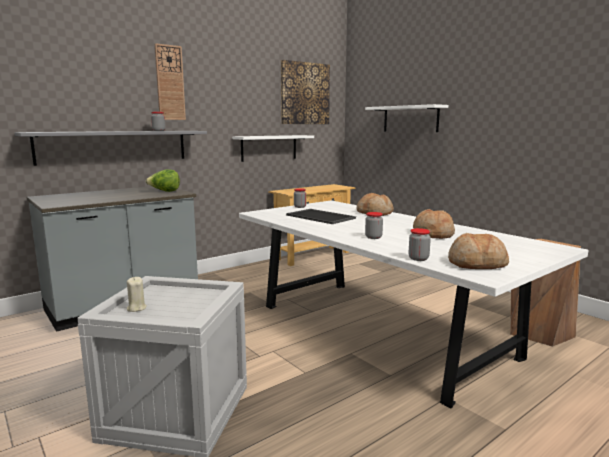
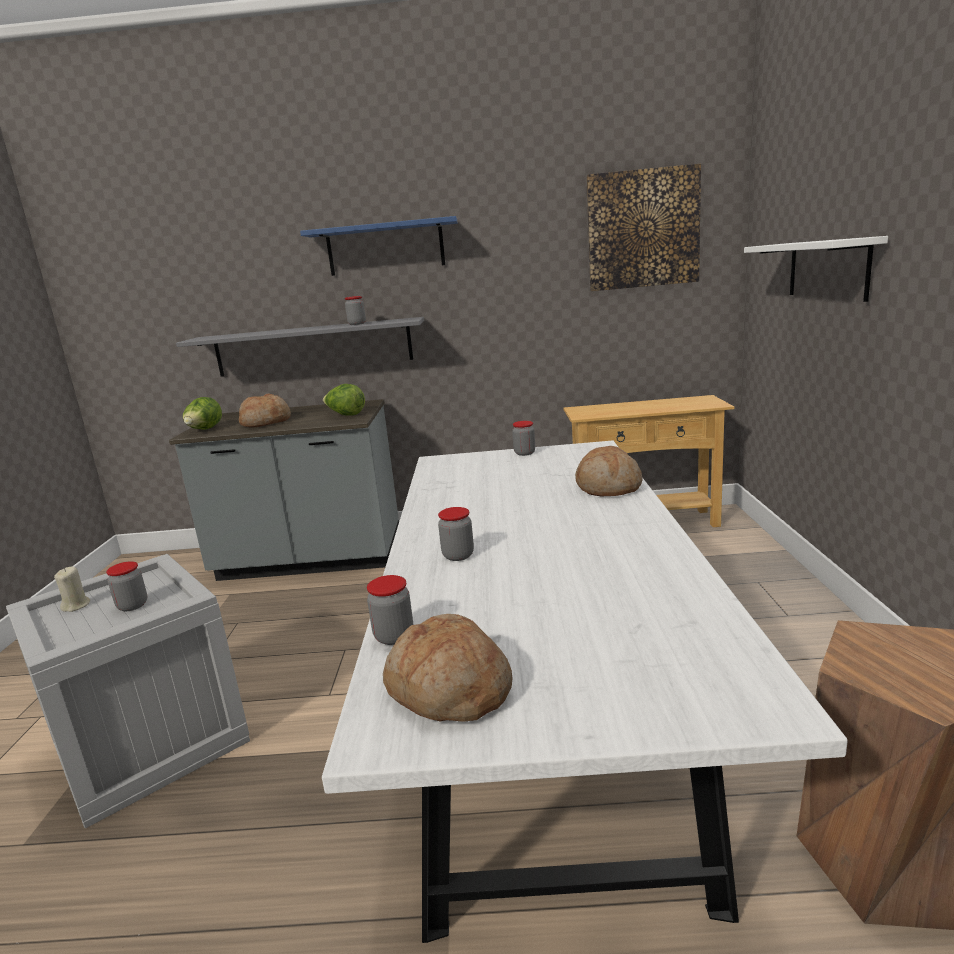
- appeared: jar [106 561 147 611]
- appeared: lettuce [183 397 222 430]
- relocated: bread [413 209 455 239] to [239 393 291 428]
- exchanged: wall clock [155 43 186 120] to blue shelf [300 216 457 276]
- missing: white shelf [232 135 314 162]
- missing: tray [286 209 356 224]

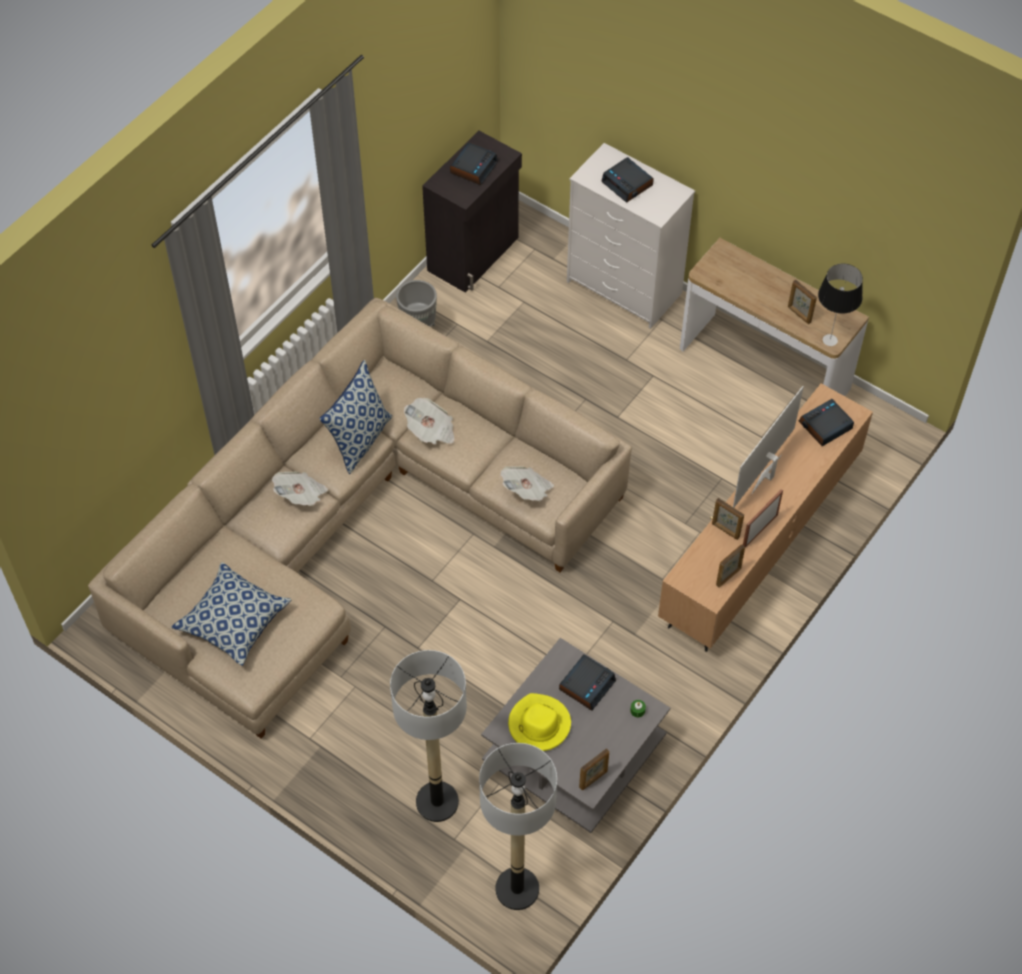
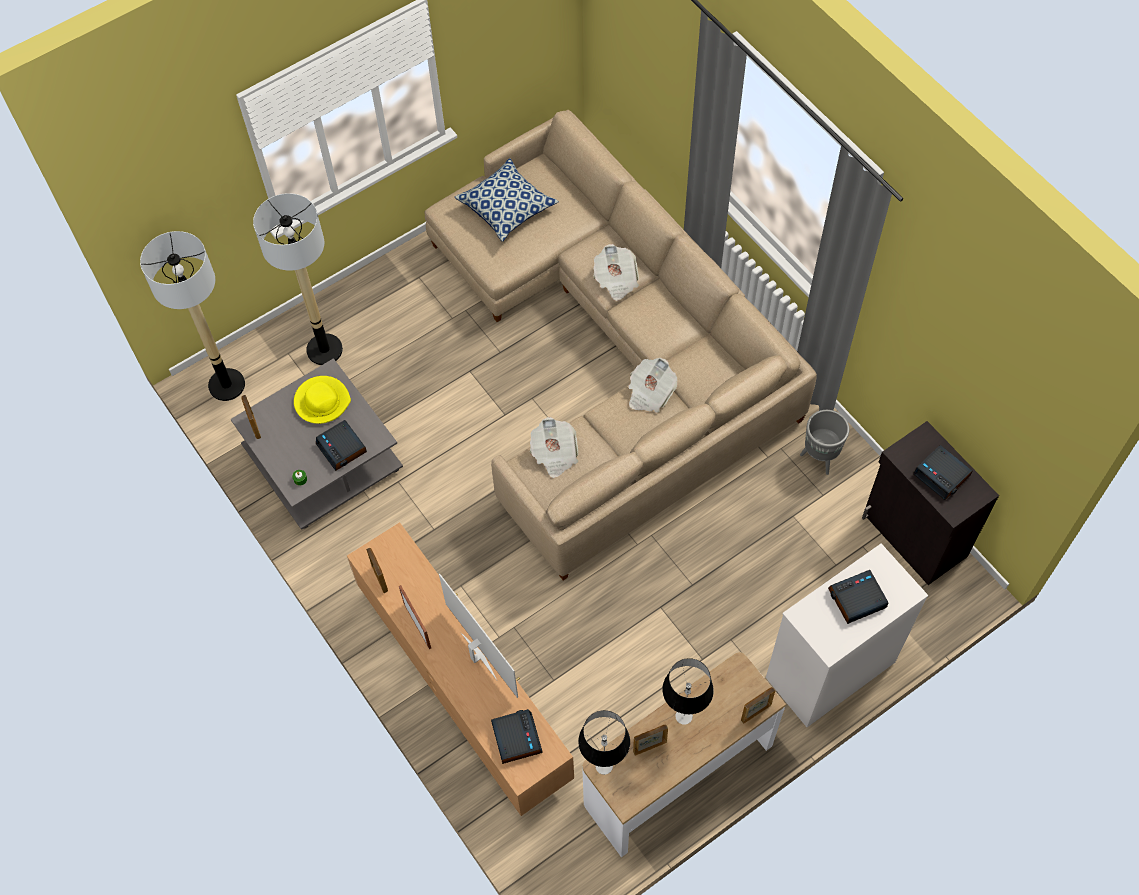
- appeared: table lamp [662 658 714 725]
- relocated: picture frame [712 498 744 540] to [741 687 775 724]
- missing: pillow [319 360 392 474]

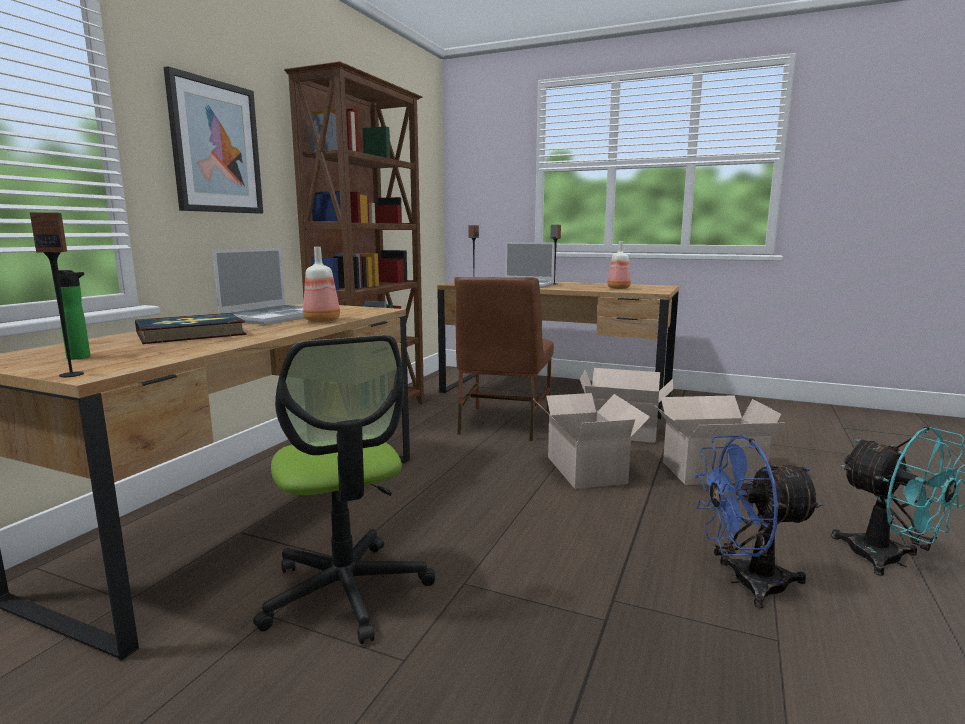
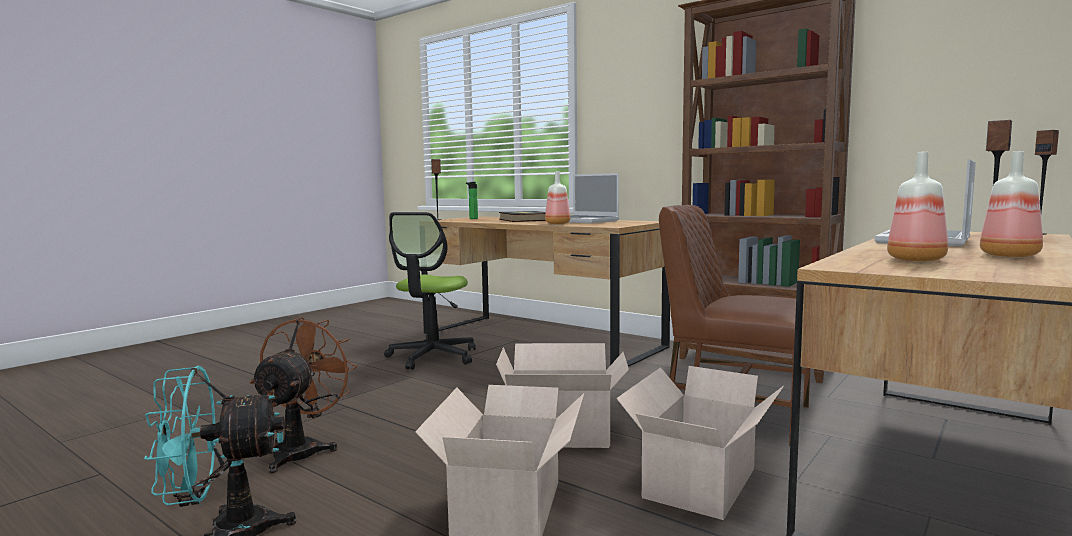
- colour: blue fan [694 435 823 608] to brown fan [250 317 358 473]
- spun: office chair [253 335 435 644] = [384 212 476 370] 60 degrees counterclockwise
- appeared: bottle [980 151 1043 257]
- missing: picture [164 66 263 214]

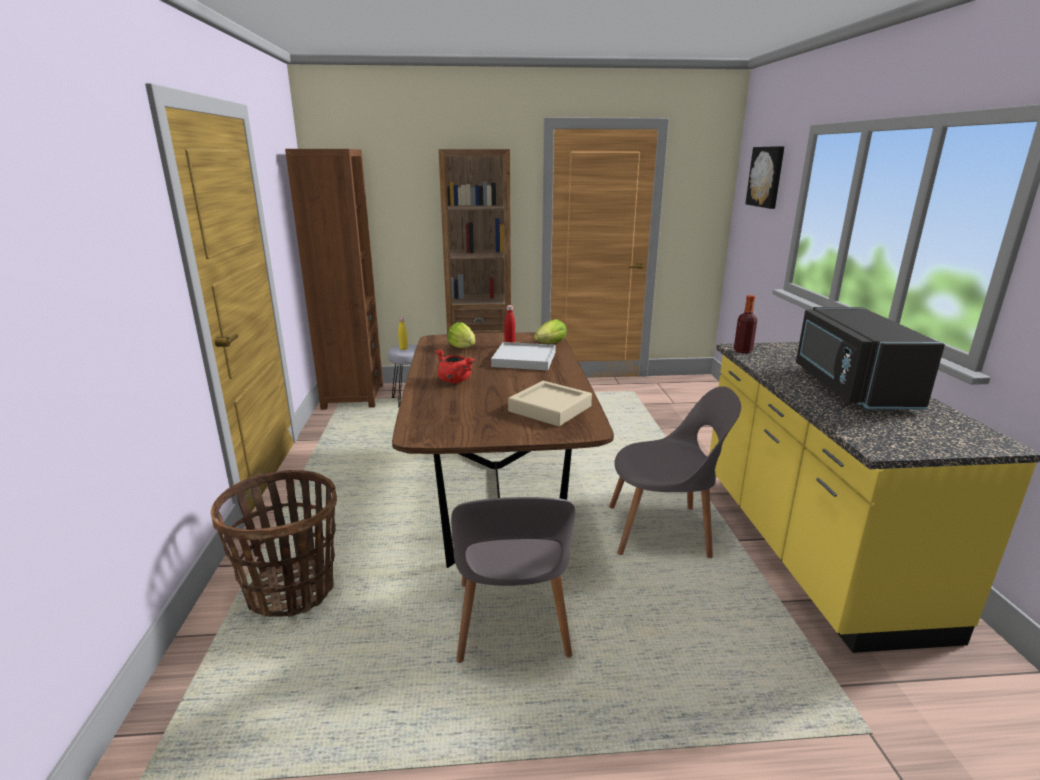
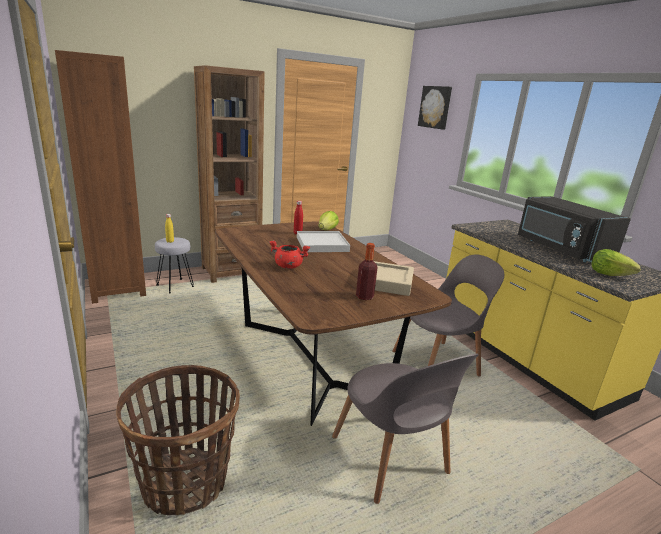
- relocated: bottle [734 295 757 353] to [356 243 378 300]
- relocated: lettuce [448 322 476 348] to [592 249 641 276]

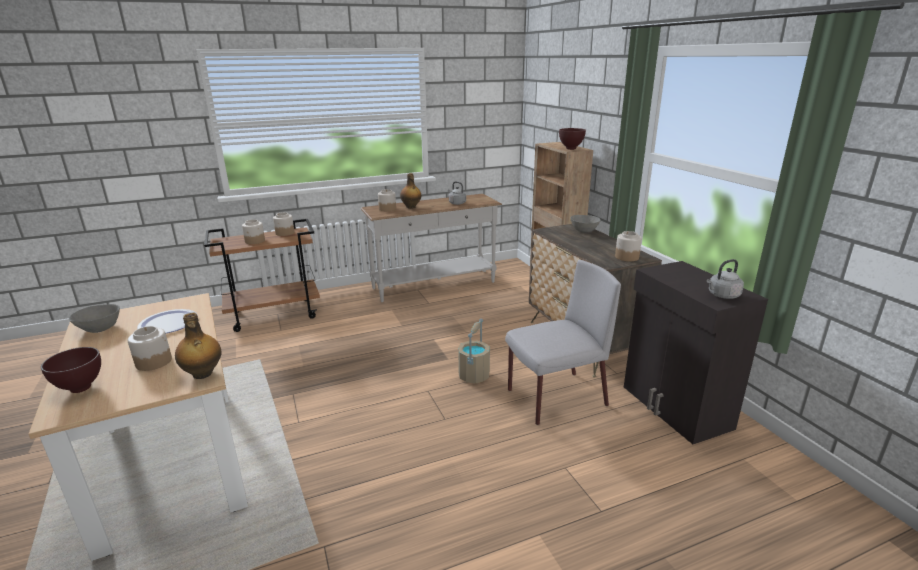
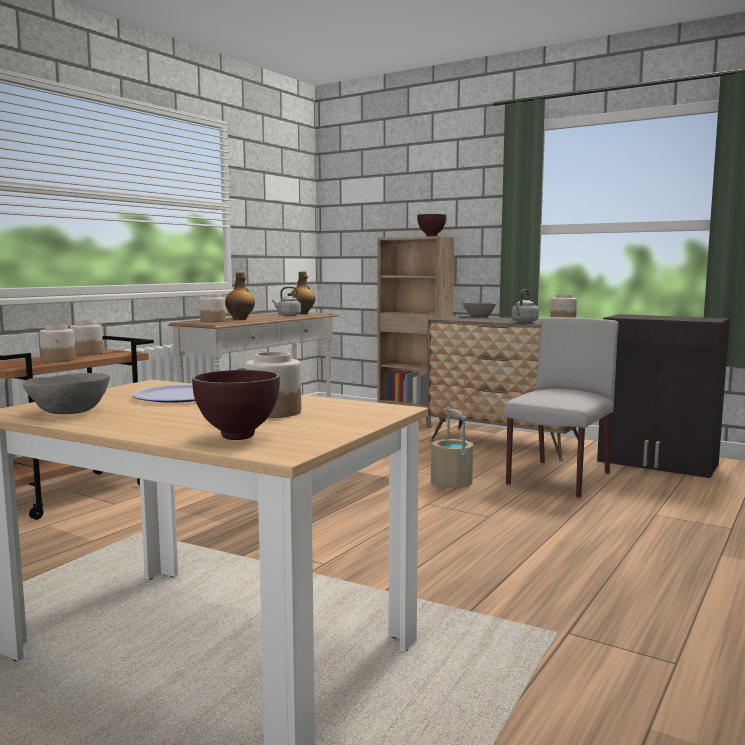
- relocated: bottle [175 313 222 379] to [291 271 315 314]
- relocated: grey kettle [707 259 744 299] to [512 289 539 323]

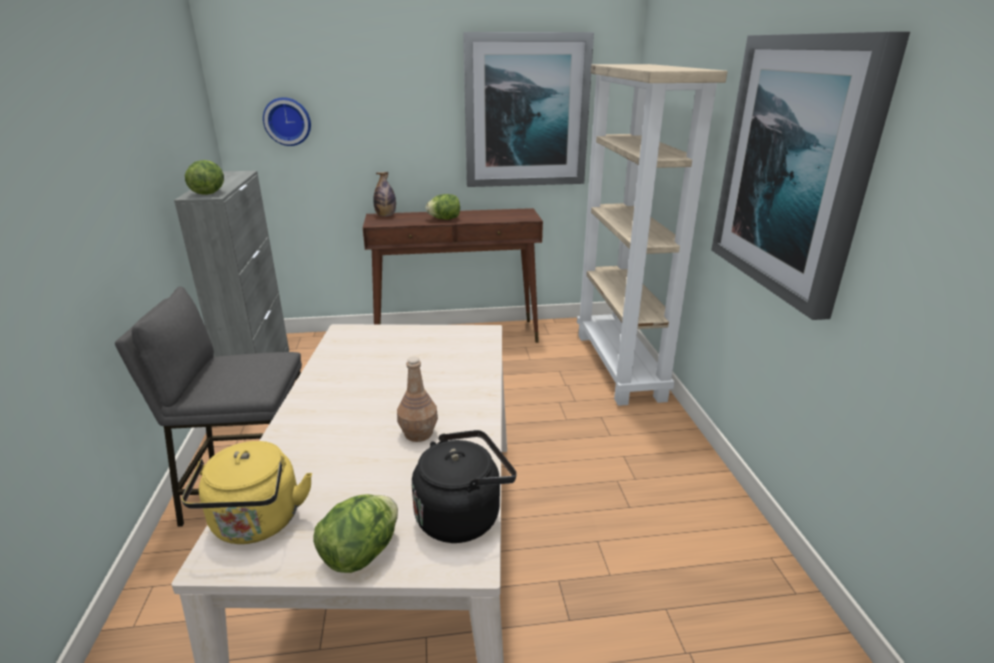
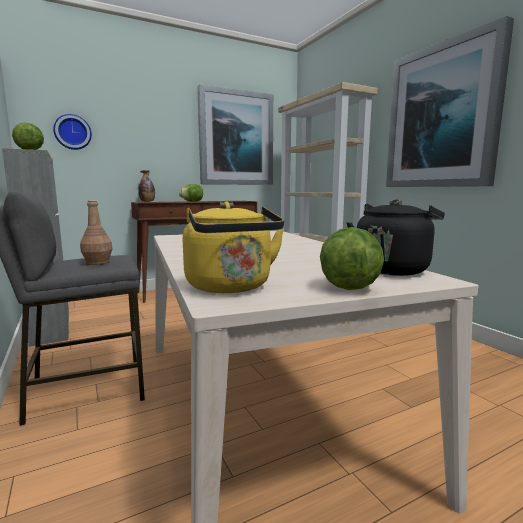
- relocated: brown bottle [397 357 438 442] to [80 200 112 265]

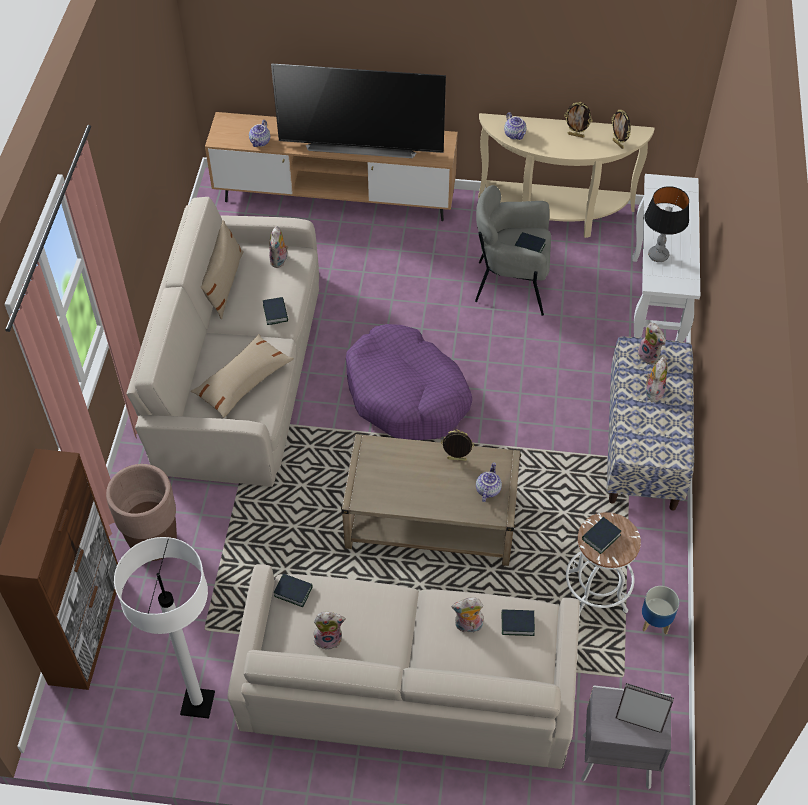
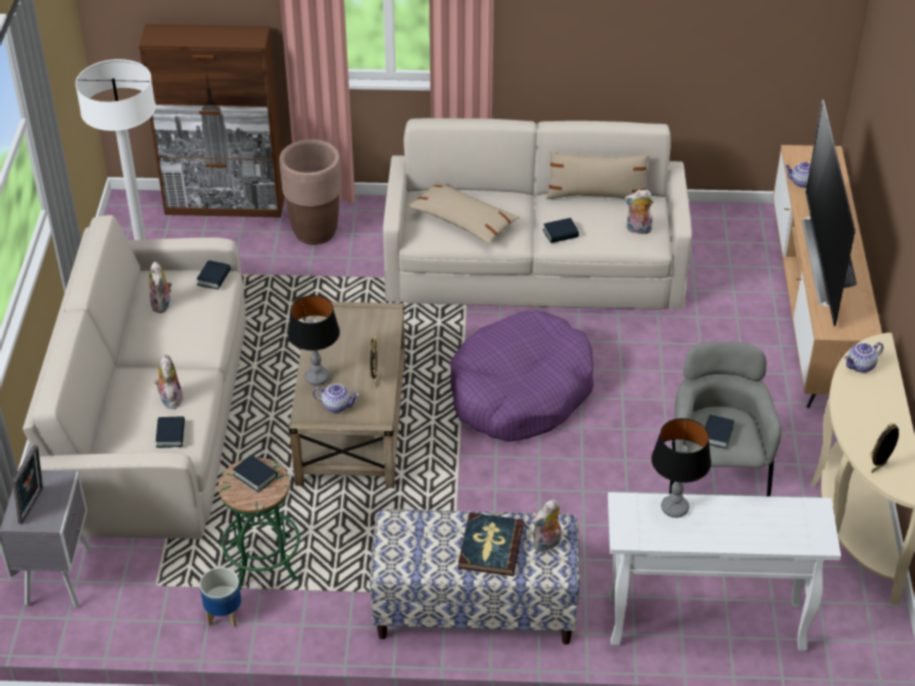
- colour: white stool [566 512 641 617] to green stool [218 458 300 589]
- appeared: table lamp [288 295 340 386]
- exchanged: plush toy [646 356 667 402] to book [458 513 524 576]
- missing: picture frame [564 102 592 138]

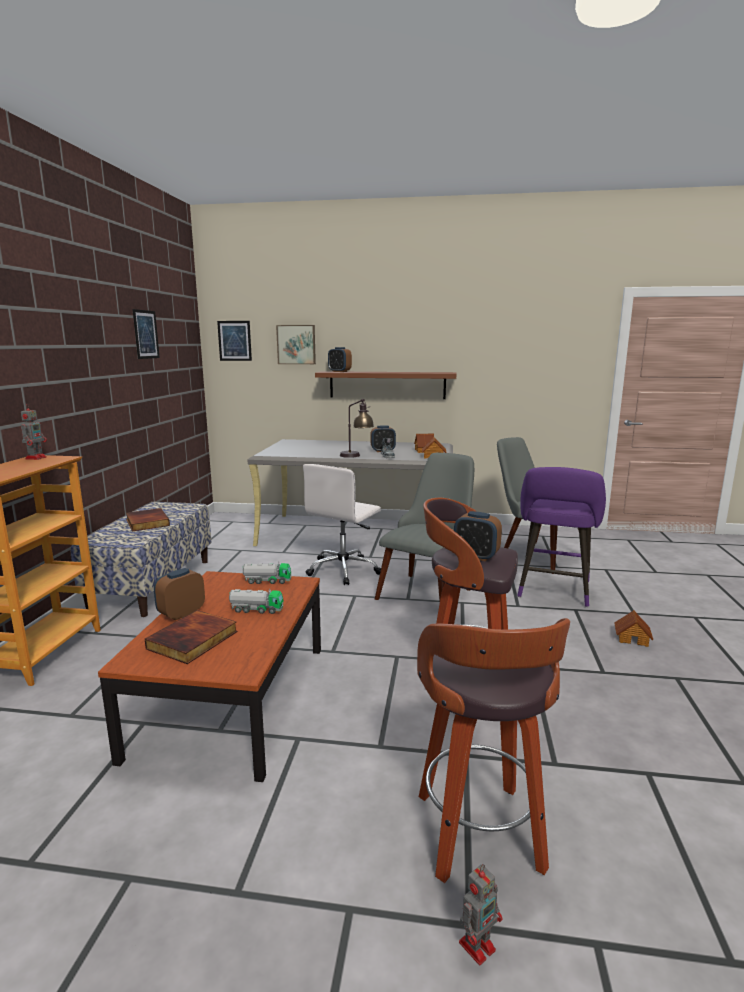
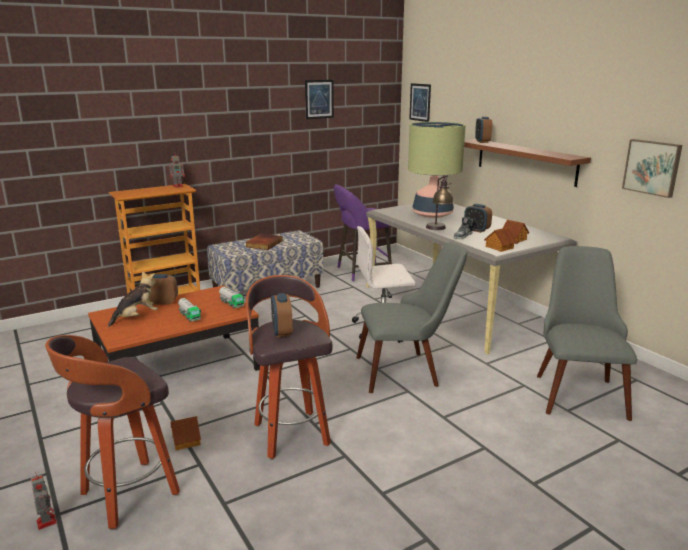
- spun: toy robot [459 864 502 965] = [31 474 57 530] 135 degrees counterclockwise
- exchanged: book [145 610 237 664] to plush toy [108 271 158 327]
- relocated: toy house [614 610 653 647] to [171 416 201 450]
- relocated: purple stool [517 467 606 607] to [334 184 392 282]
- appeared: table lamp [408 122 466 218]
- relocated: picture [276 325 316 364] to [622 139 682 198]

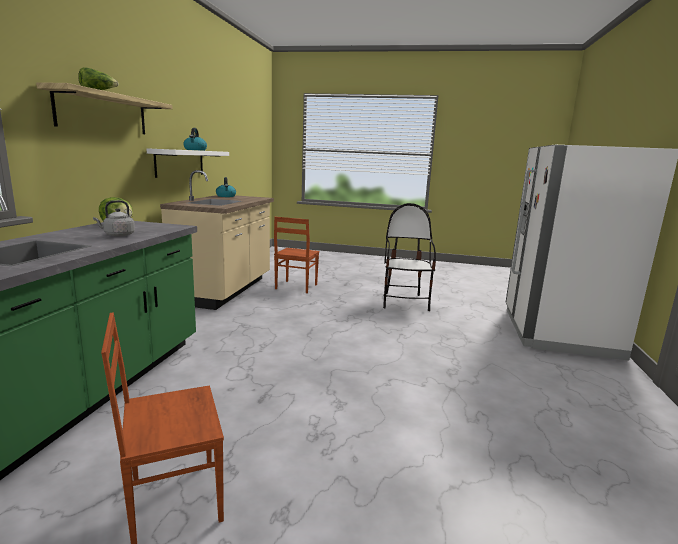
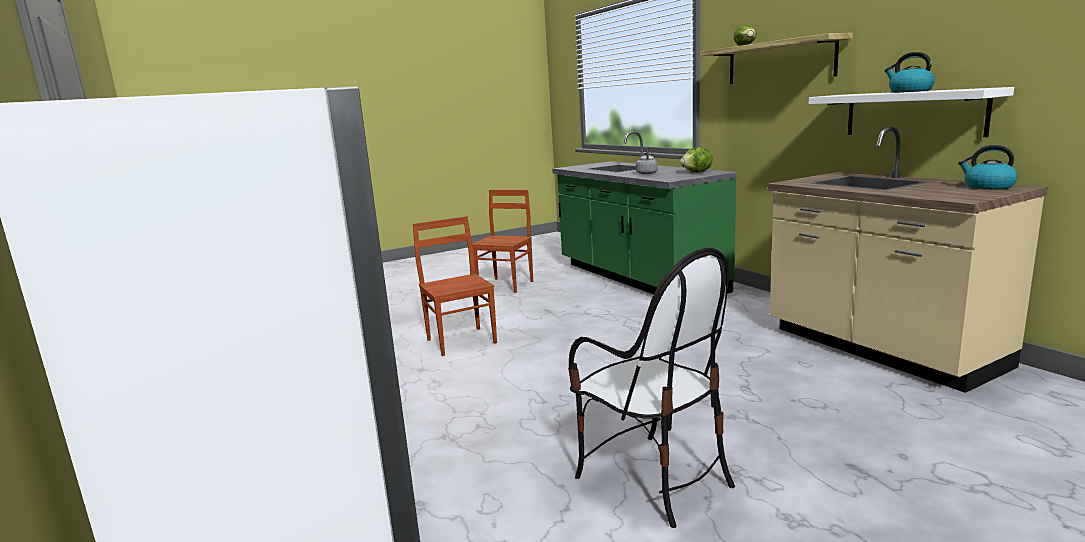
- relocated: brown chair [274 217 319 293] to [413 216 497 356]

